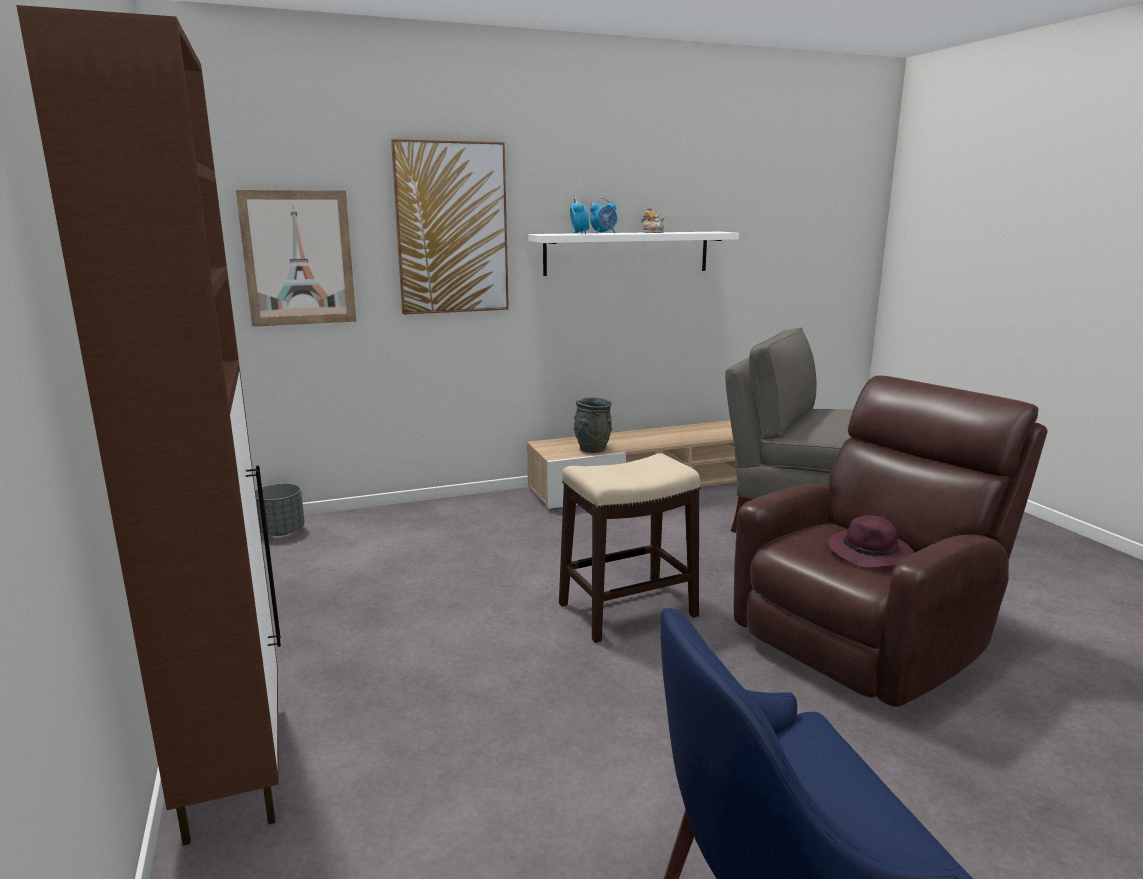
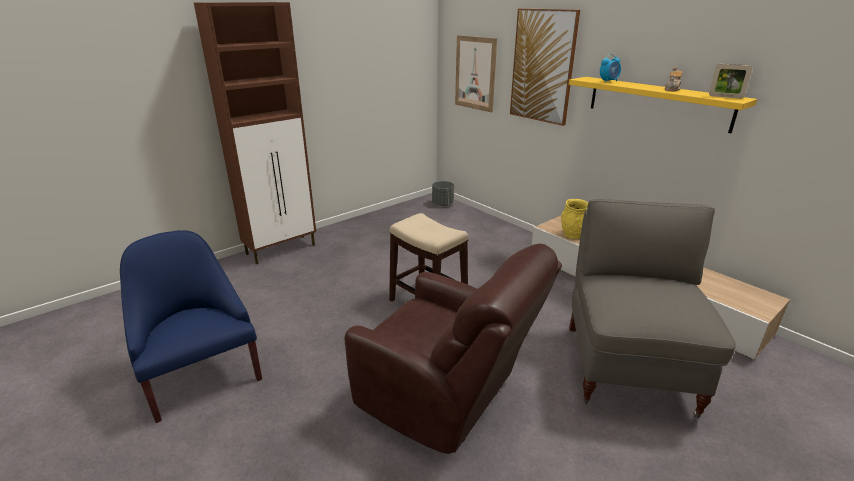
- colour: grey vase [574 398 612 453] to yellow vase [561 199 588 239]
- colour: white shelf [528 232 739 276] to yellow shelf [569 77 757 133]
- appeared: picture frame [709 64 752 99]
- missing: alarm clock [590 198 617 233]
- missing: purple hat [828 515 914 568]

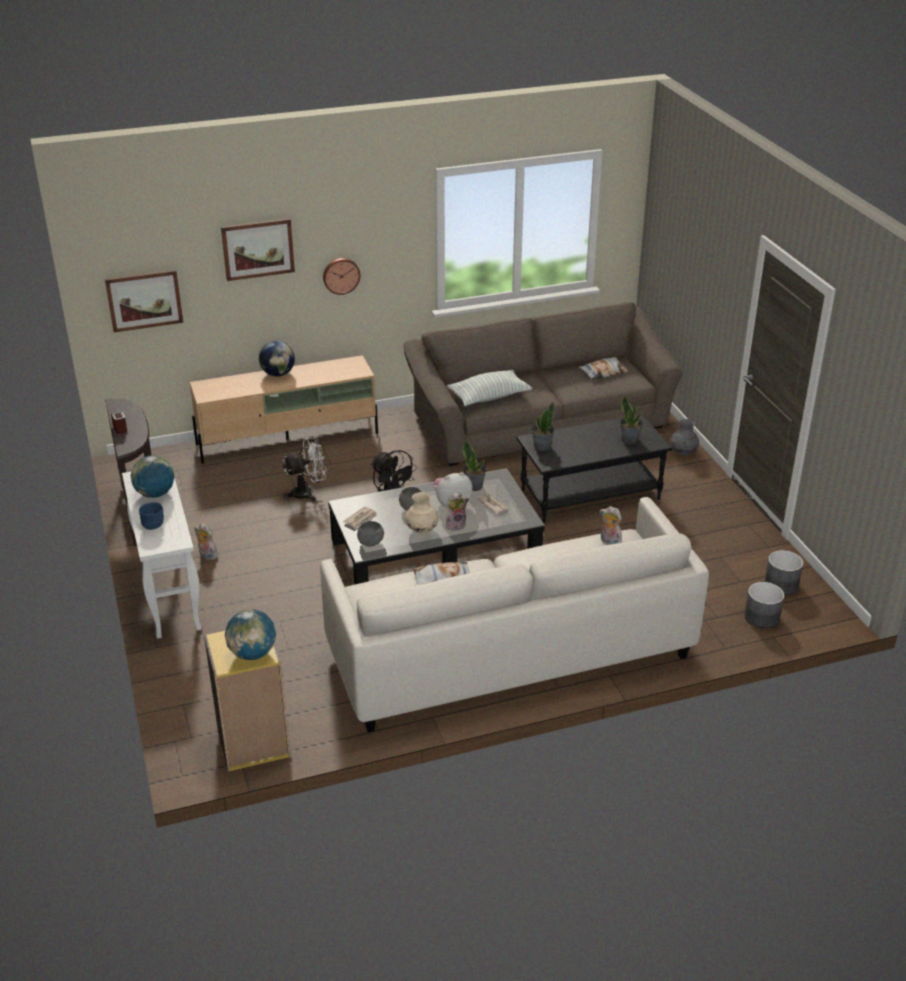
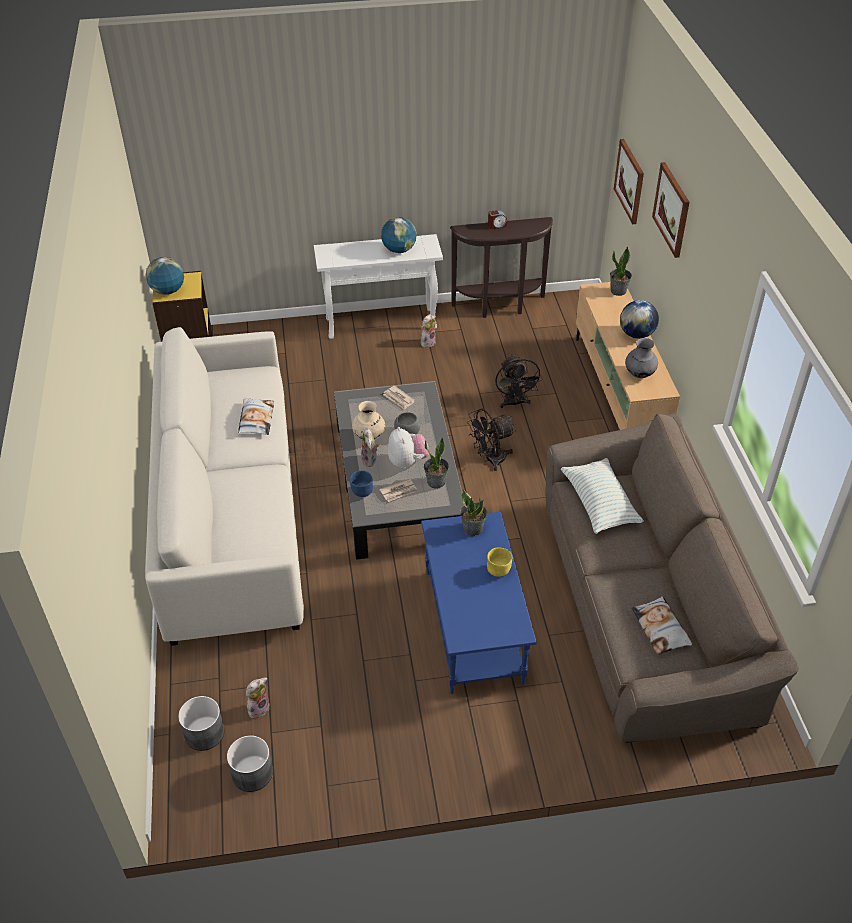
- relocated: plush toy [600 506 623 545] to [246 678 270 719]
- relocated: blue bowl [139 502 164 530] to [350 471 373 497]
- colour: black coffee table [516 414 672 523] to blue coffee table [421 511 537 694]
- appeared: yellow bowl [487 547 512 577]
- colour: white fan [283 437 327 501] to black fan [495 355 543 408]
- relocated: potted plant [620 395 643 445] to [610 246 632 296]
- relocated: grey vase [670 419 699 455] to [625 338 658 378]
- missing: wall clock [323 258 360 295]
- missing: grey bowl [357 521 384 547]

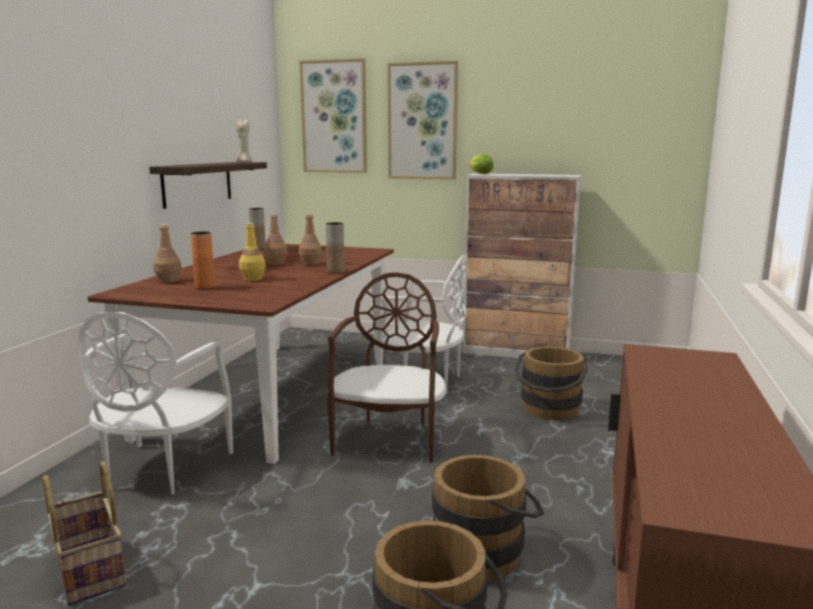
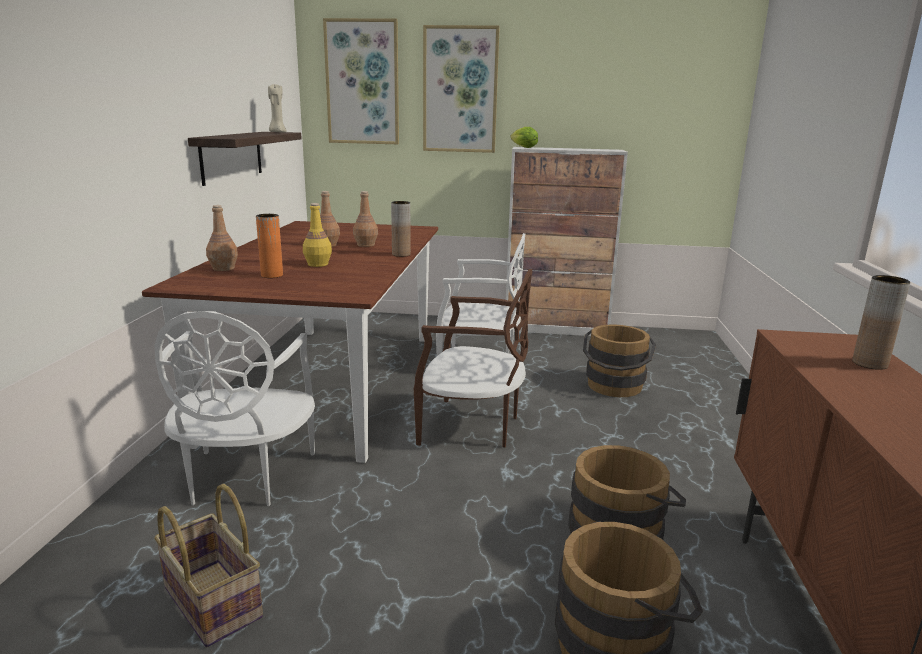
- spun: brown chair [327 272 446 463] = [414 269 532 447] 105 degrees clockwise
- relocated: brown vase [249 208 266 250] to [852 275 910 370]

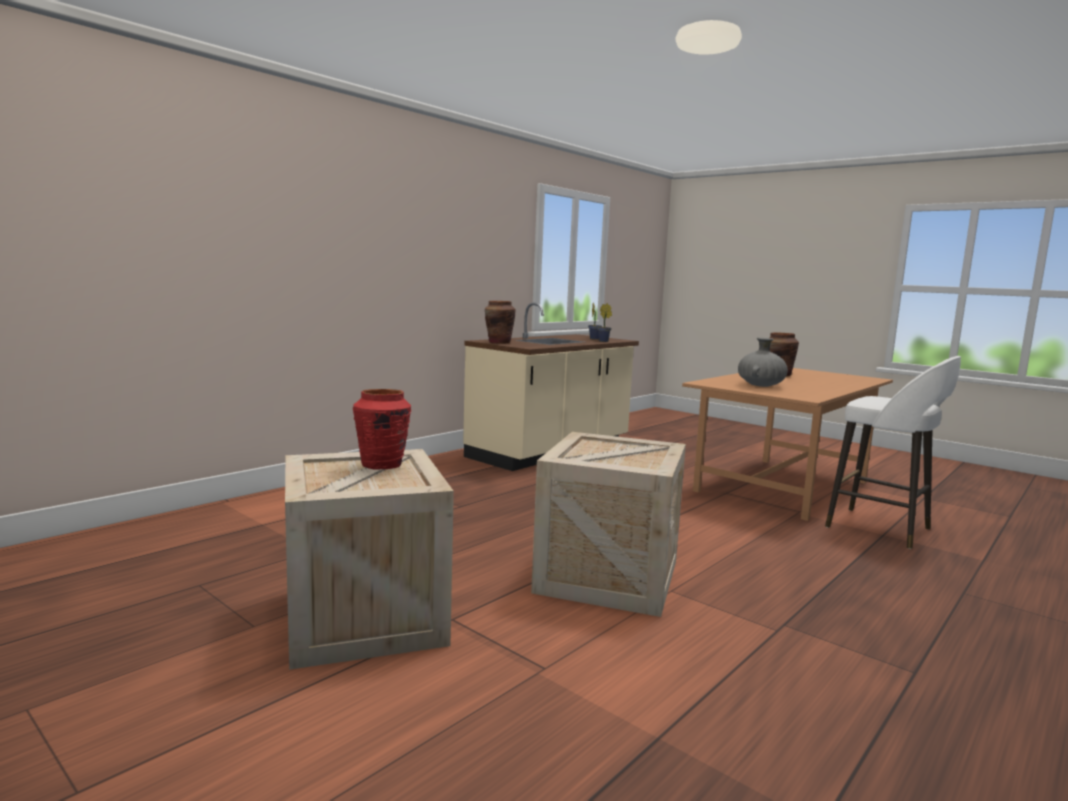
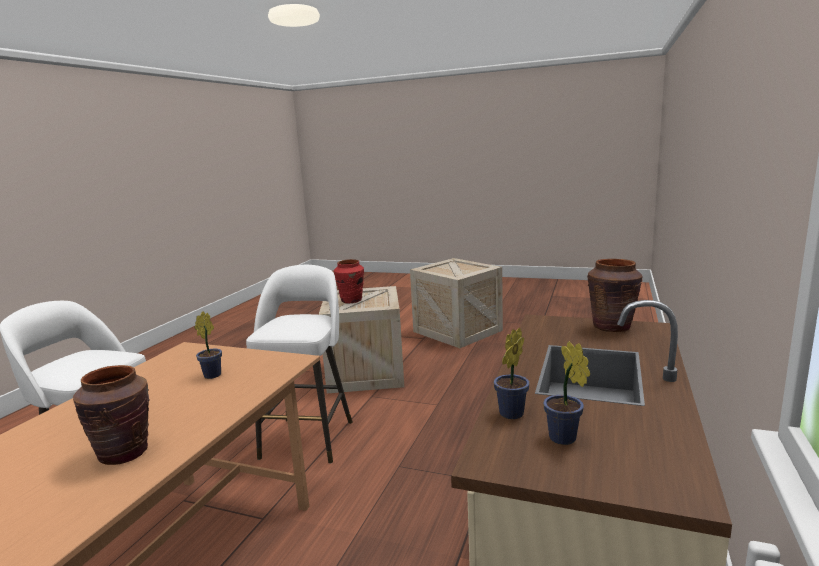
- exchanged: grey vase [738 338 788 387] to potted plant [194 311 222 379]
- appeared: white stool [246 265 353 463]
- relocated: red vase [353 389 411 470] to [334 259 364 303]

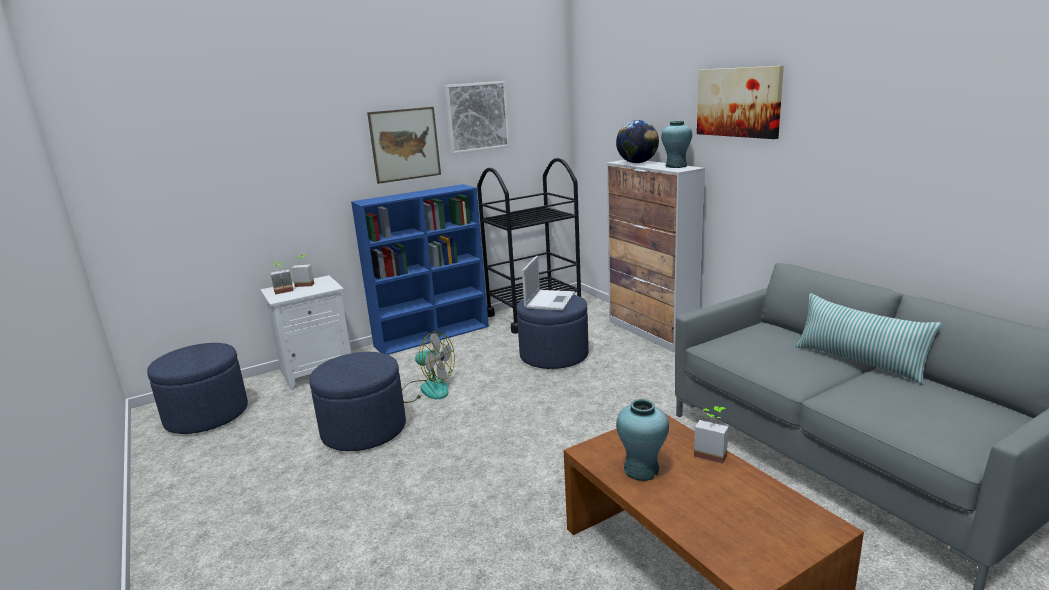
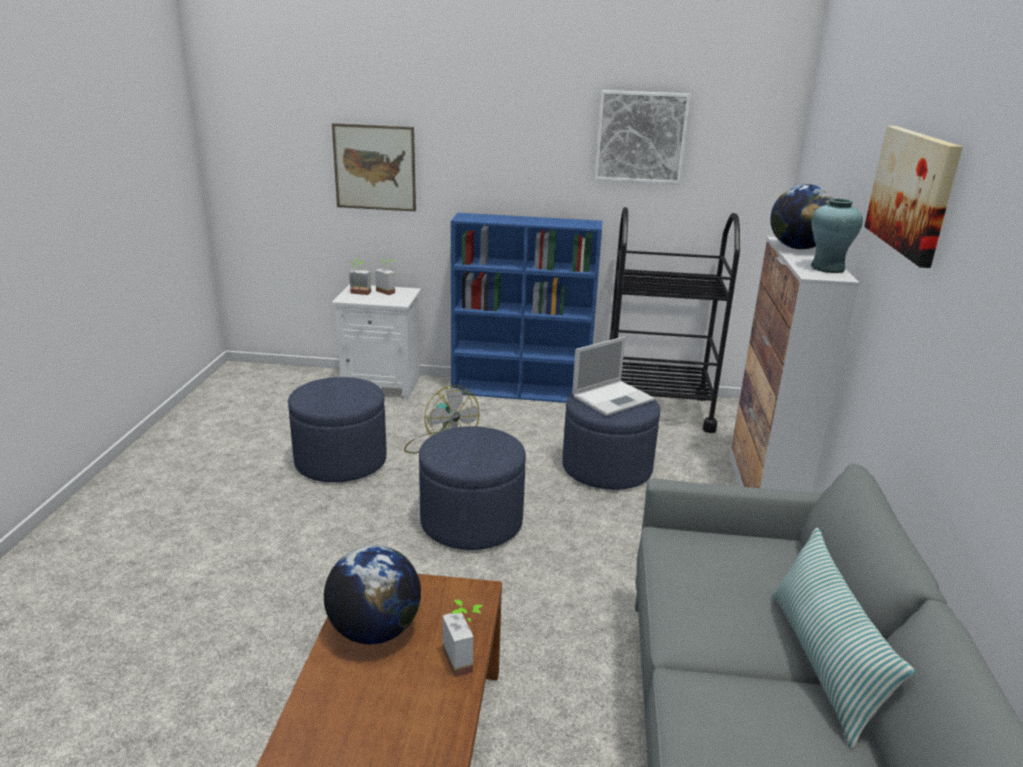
- exchanged: turquoise vase [616 399 669 481] to globe [324 545 421 644]
- relocated: picture [367 107 441 184] to [332 123 416 211]
- relocated: blue ottoman [147 343 248 434] to [419 426 526 550]

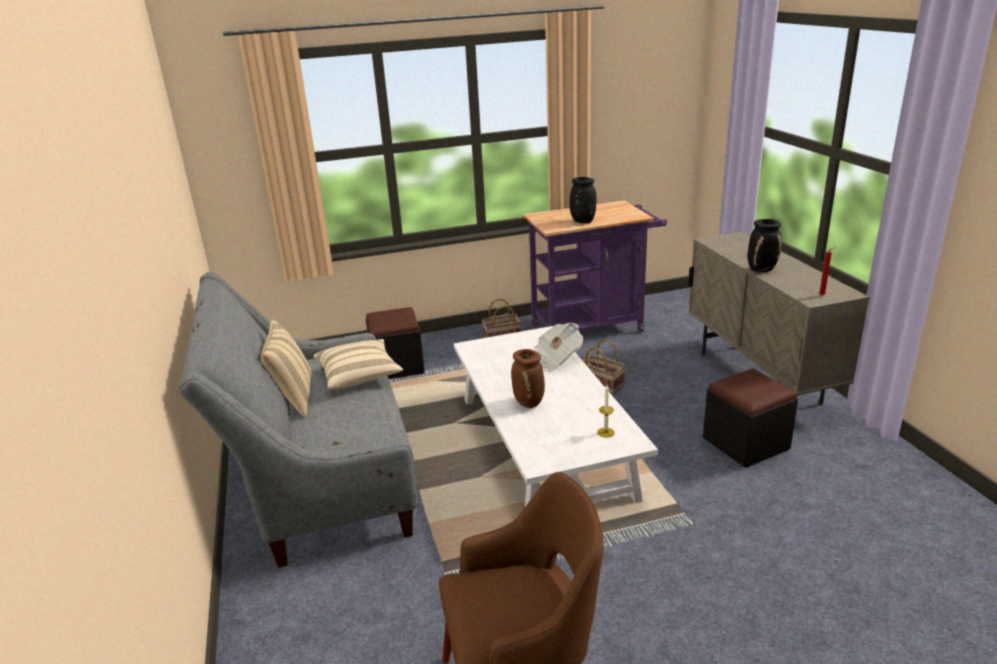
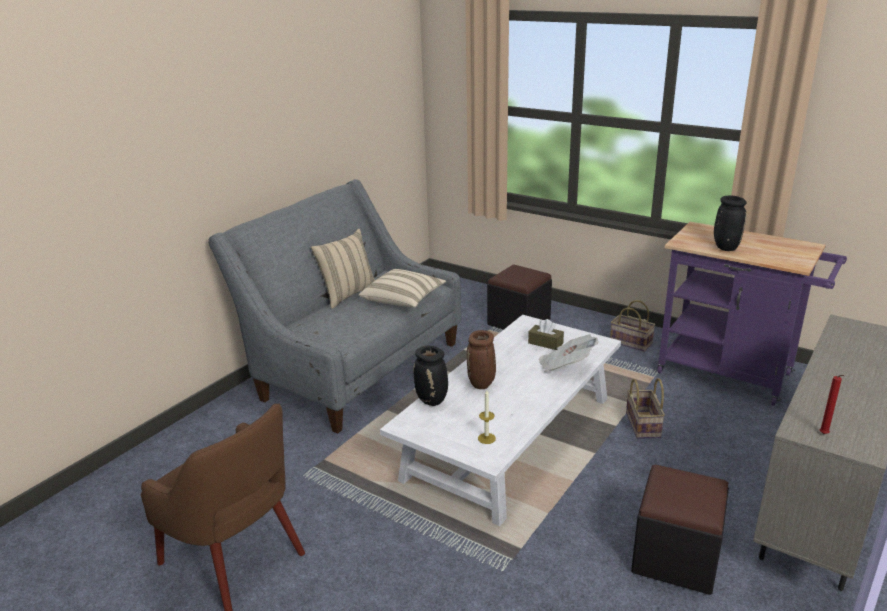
- relocated: black vase [748 219 781 272] to [413 346 448 406]
- appeared: brown tissue box [528 319 564 350]

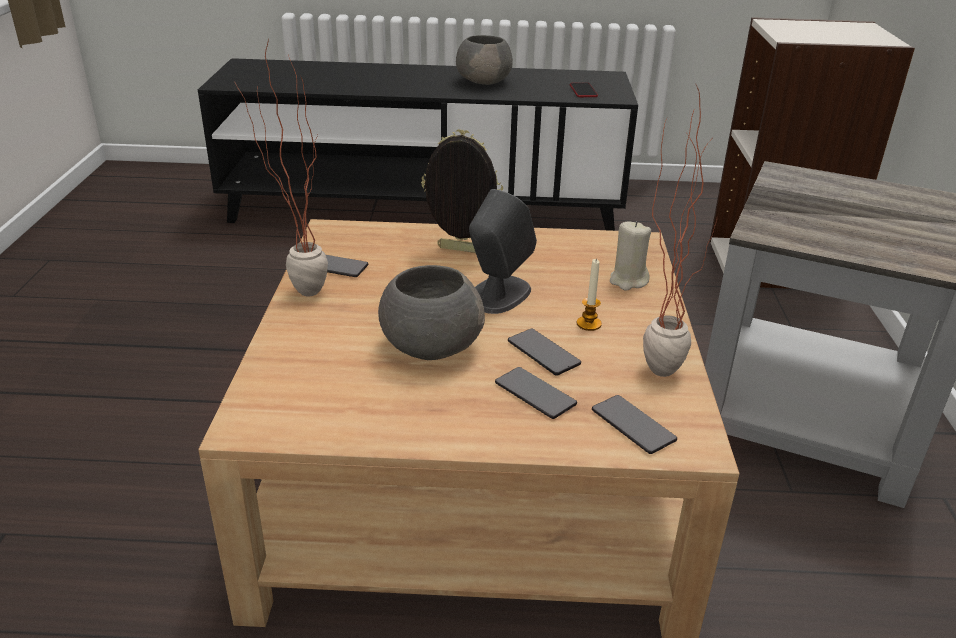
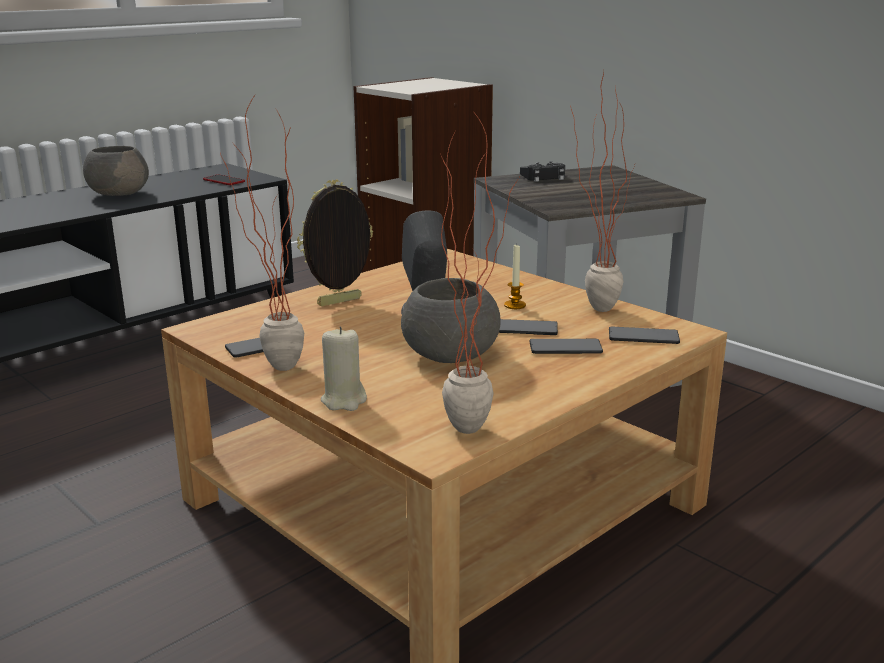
- relocated: beige candle [610 221 651 291] to [321 327 367 411]
- appeared: potted plant [441 110 519 434]
- appeared: black game controller [520 161 565 182]

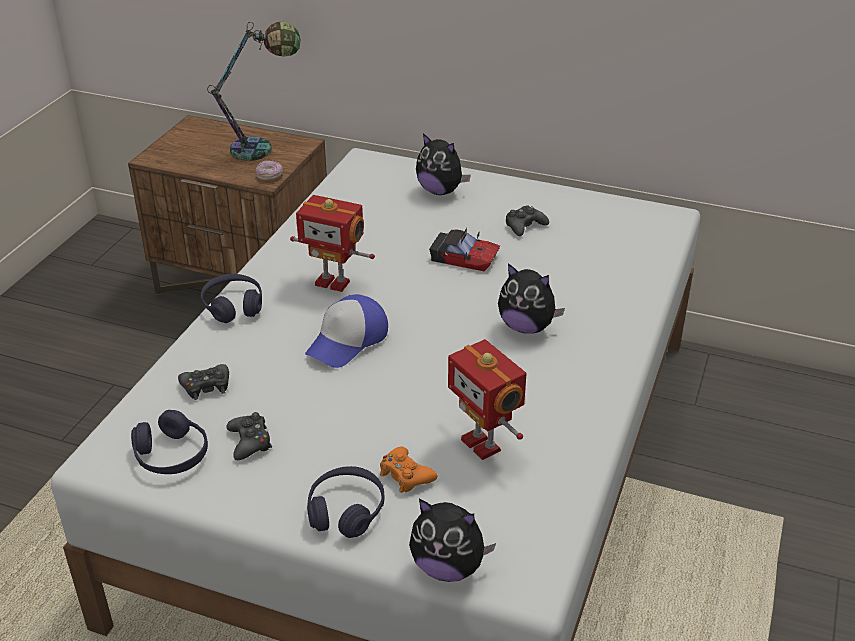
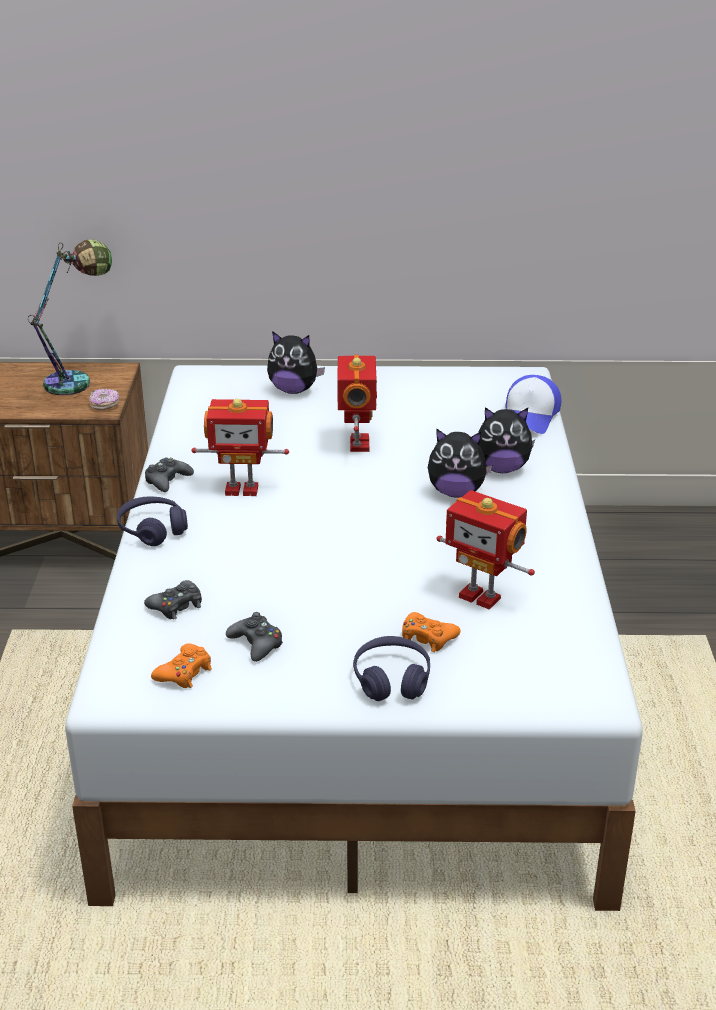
- relocated: black game controller [506 205 549 236] to [145 457 194 492]
- exchanged: purple headphones [131 410 208 474] to orange game controller [151 643 212 688]
- exchanged: toy car [429 228 500 271] to toy robot [337 355 377 452]
- relocated: plush toy [409 499 496 582] to [478 407 535 473]
- relocated: cap [305 294 388 368] to [505 375 562 434]

